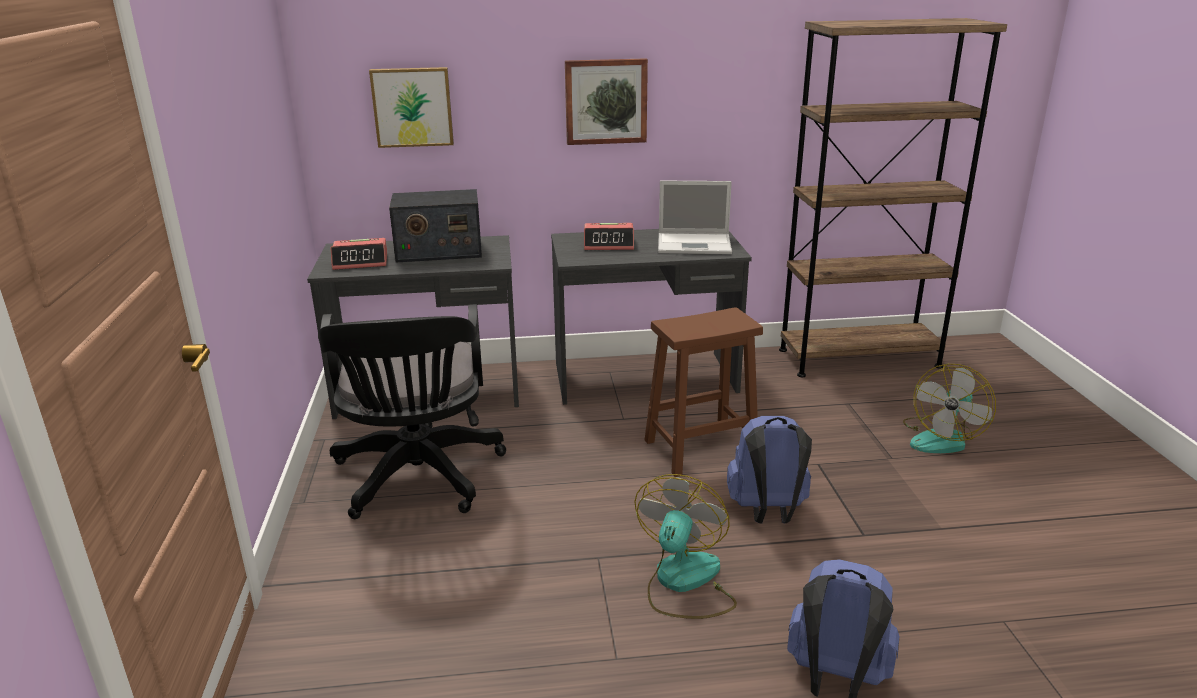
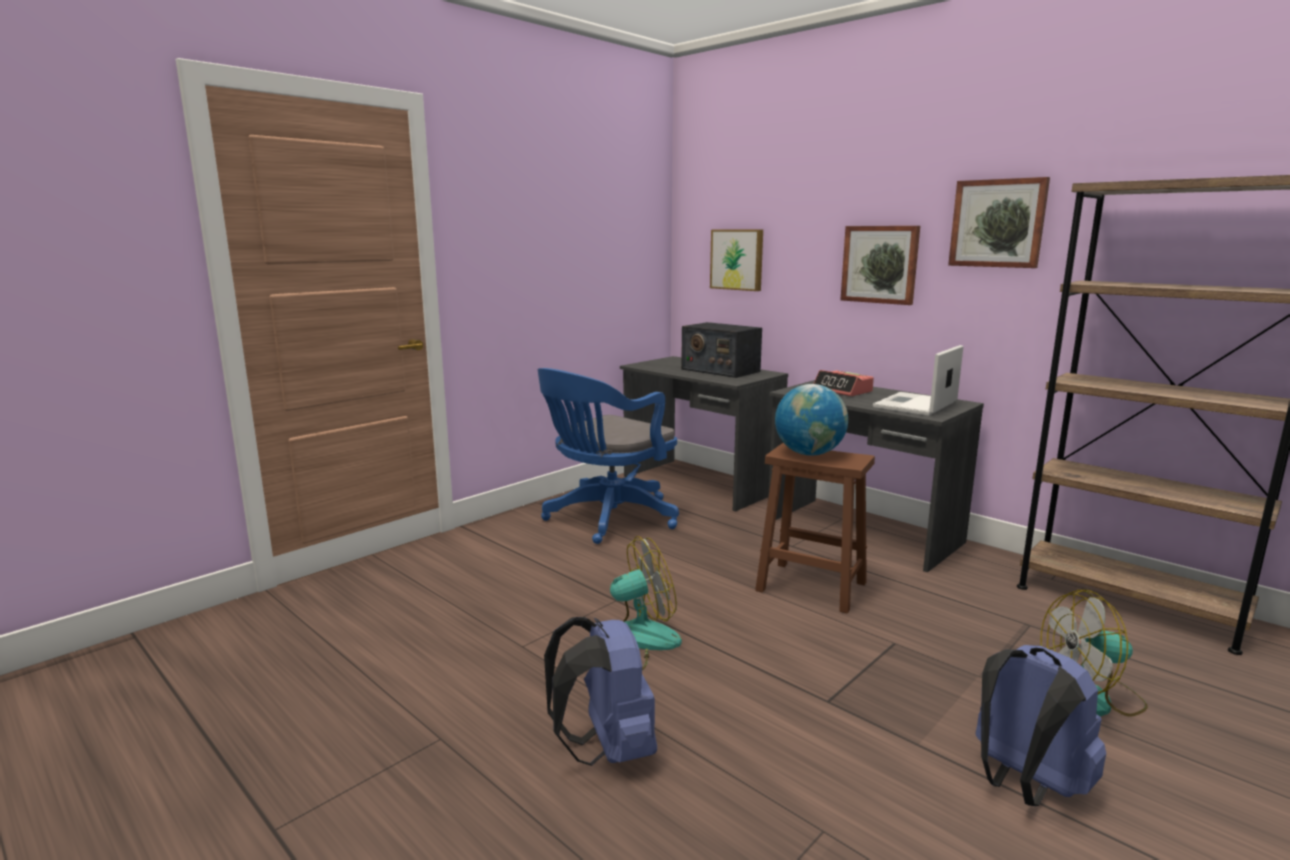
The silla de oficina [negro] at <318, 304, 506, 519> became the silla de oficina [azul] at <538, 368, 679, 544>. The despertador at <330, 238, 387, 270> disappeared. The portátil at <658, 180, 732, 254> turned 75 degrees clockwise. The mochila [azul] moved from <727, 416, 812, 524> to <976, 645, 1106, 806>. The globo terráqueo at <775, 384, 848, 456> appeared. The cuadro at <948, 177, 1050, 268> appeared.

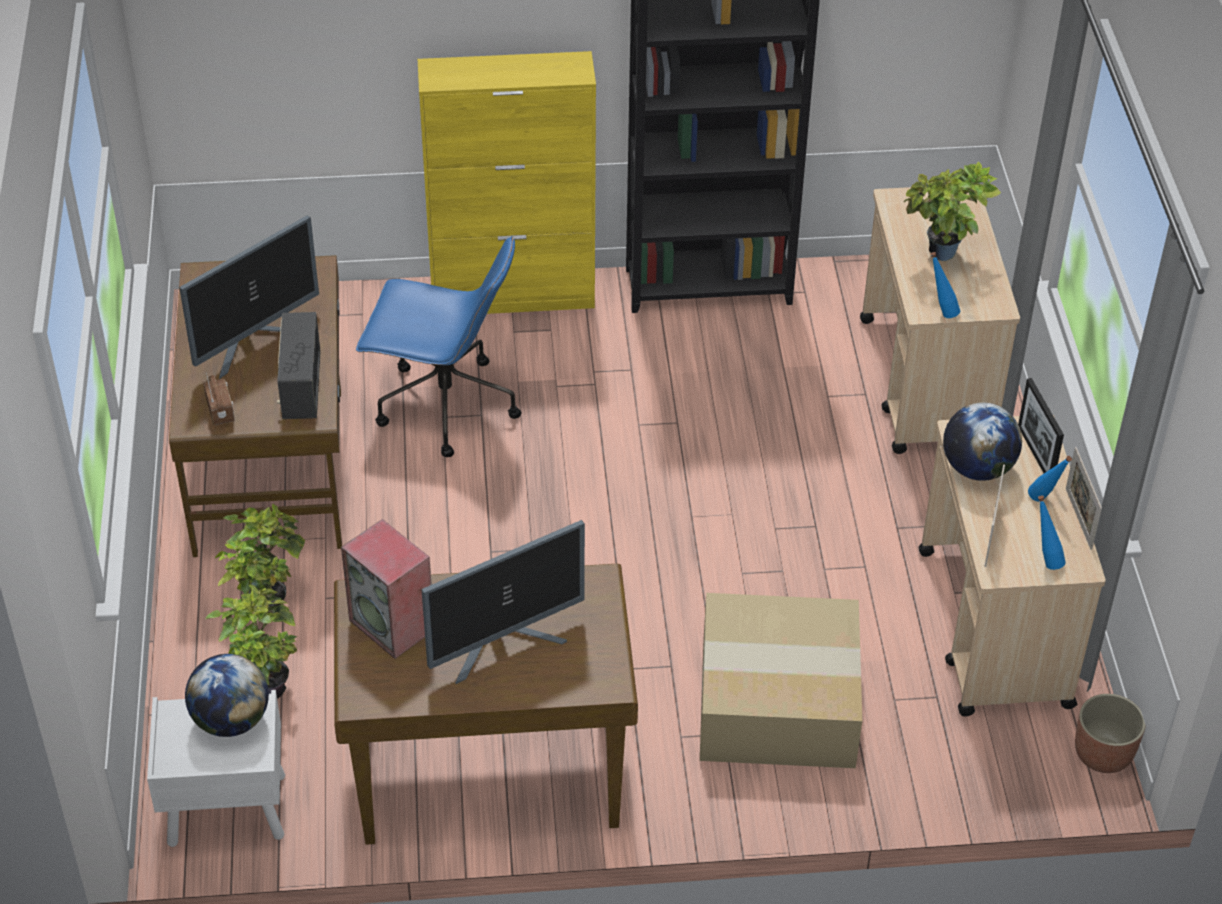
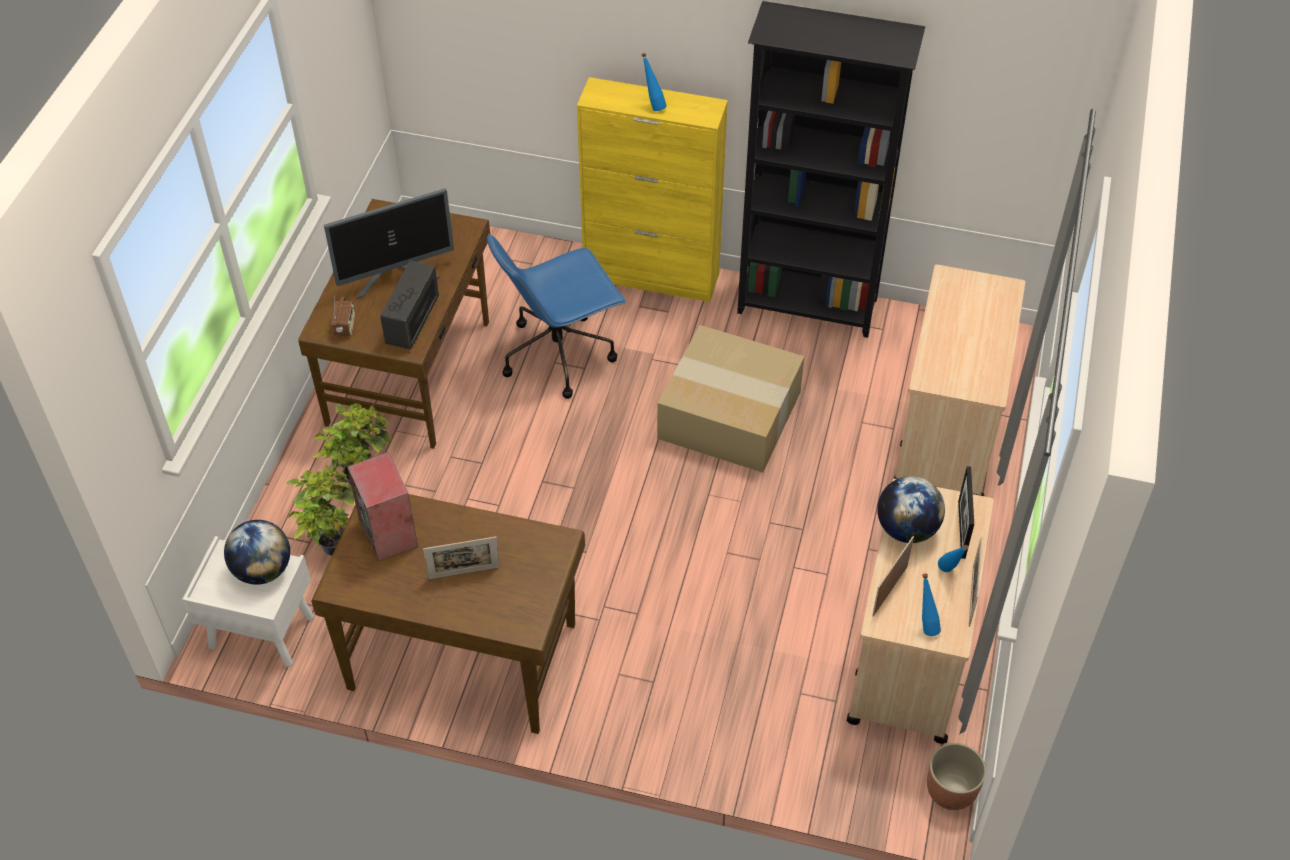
The silla de oficina [azul] at <356, 236, 522, 457> turned 120 degrees clockwise. The monitor at <422, 520, 585, 684> was replaced by the portarretratos at <423, 537, 500, 579>. The caja de cartón moved from <700, 593, 862, 768> to <657, 325, 805, 473>. The planta en maceta at <903, 162, 1001, 261> disappeared. The botella [azul] moved from <931, 252, 960, 318> to <642, 53, 667, 111>.

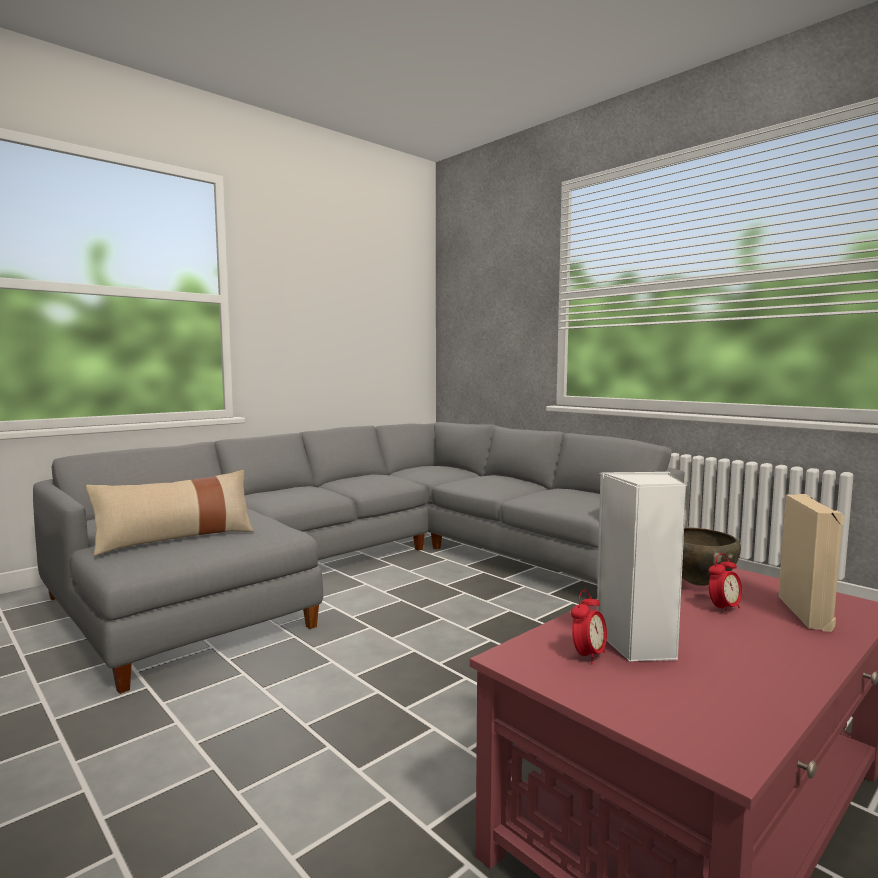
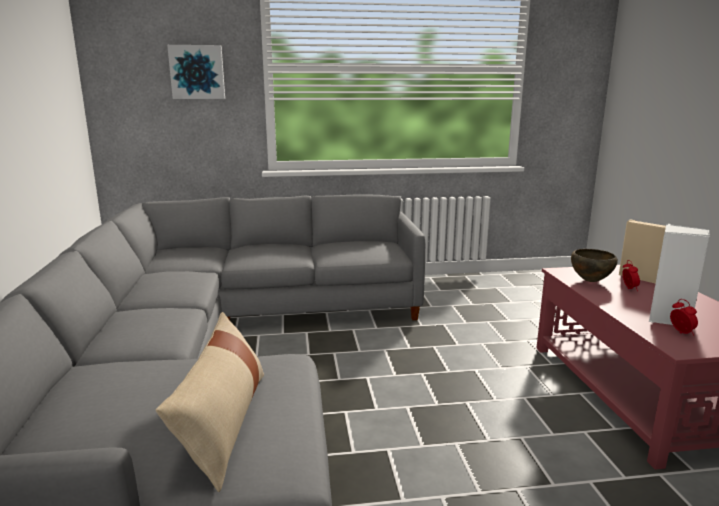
The cuadro at <167, 45, 225, 99> appeared.

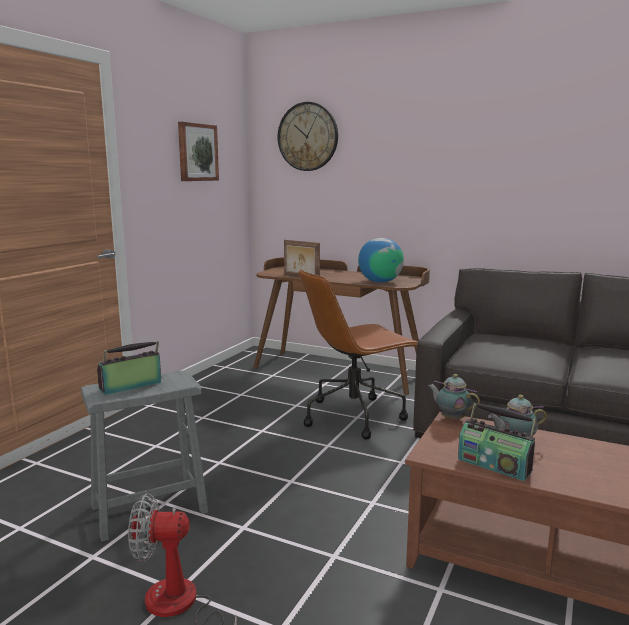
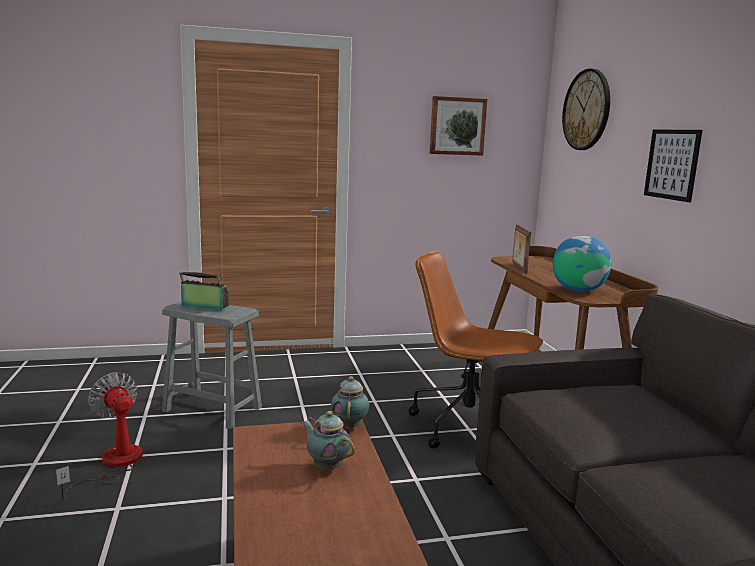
The radio at <458, 403, 536, 481> disappeared. The cuadro at <644, 130, 703, 202> appeared.

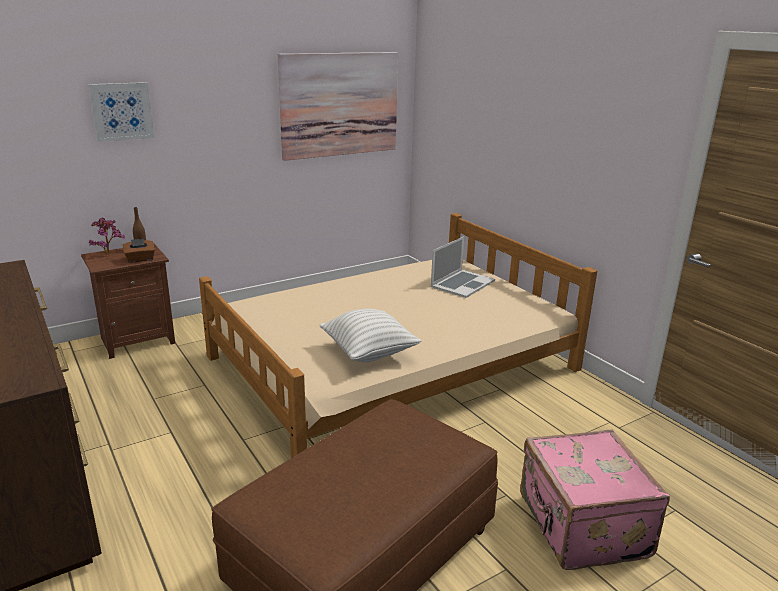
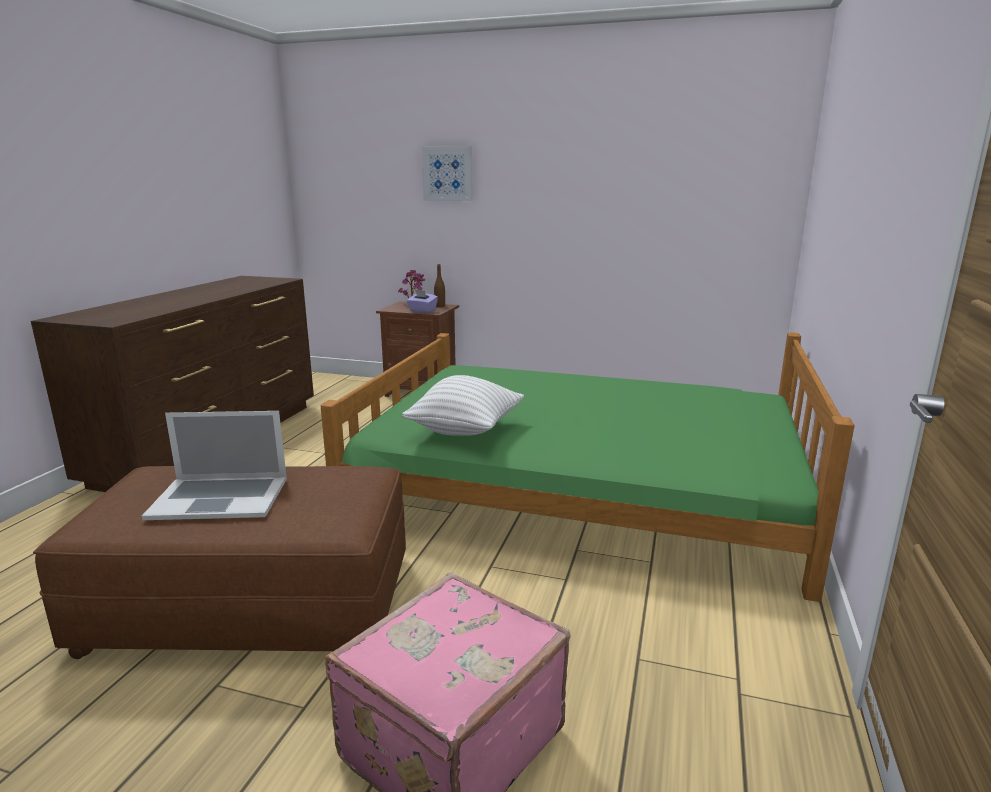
The caja de pañuelos [marrón] at <123, 239, 155, 263> became the caja de pañuelos [morado] at <406, 290, 438, 313>. The cama [beis] at <199, 213, 597, 458> became the cama [verde] at <321, 332, 855, 602>. The cuadro at <278, 52, 398, 161> disappeared. The portátil moved from <431, 236, 495, 298> to <142, 411, 287, 520>.

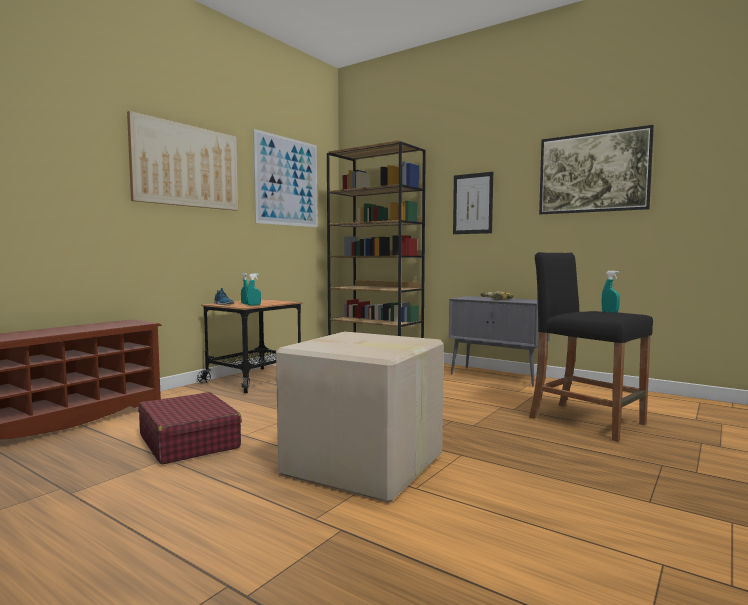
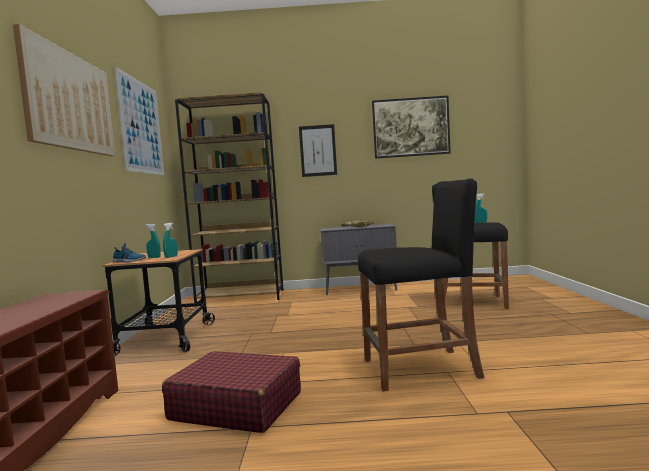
The caja de cartón at <276, 331, 444, 503> was replaced by the taburete [negro] at <358, 179, 484, 391>.

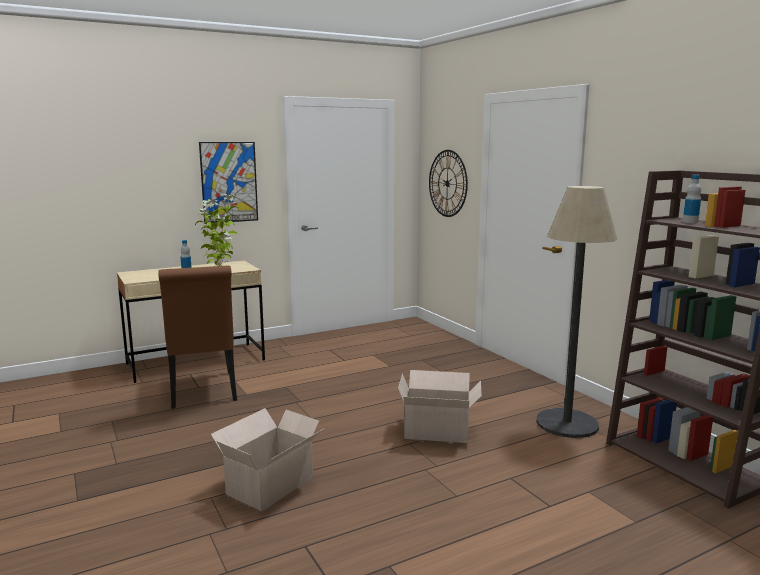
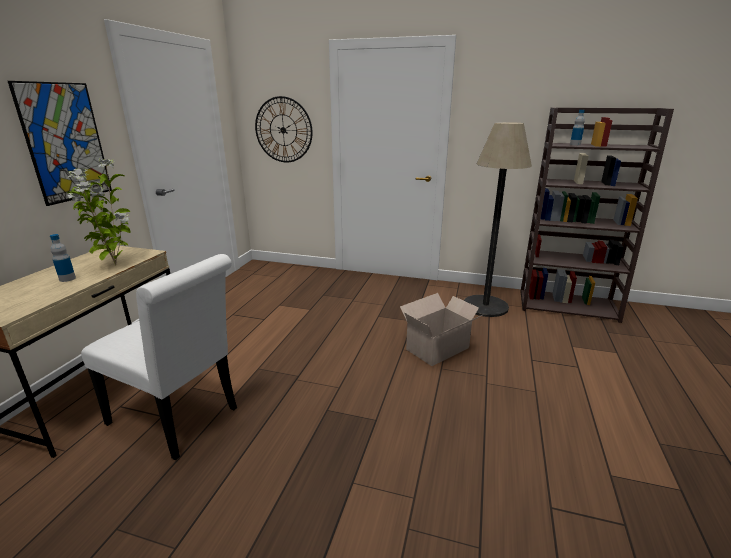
The silla [marrón] at <159, 266, 237, 409> became the silla [blanco] at <81, 254, 237, 460>. The caja de cartón at <211, 408, 324, 511> disappeared.

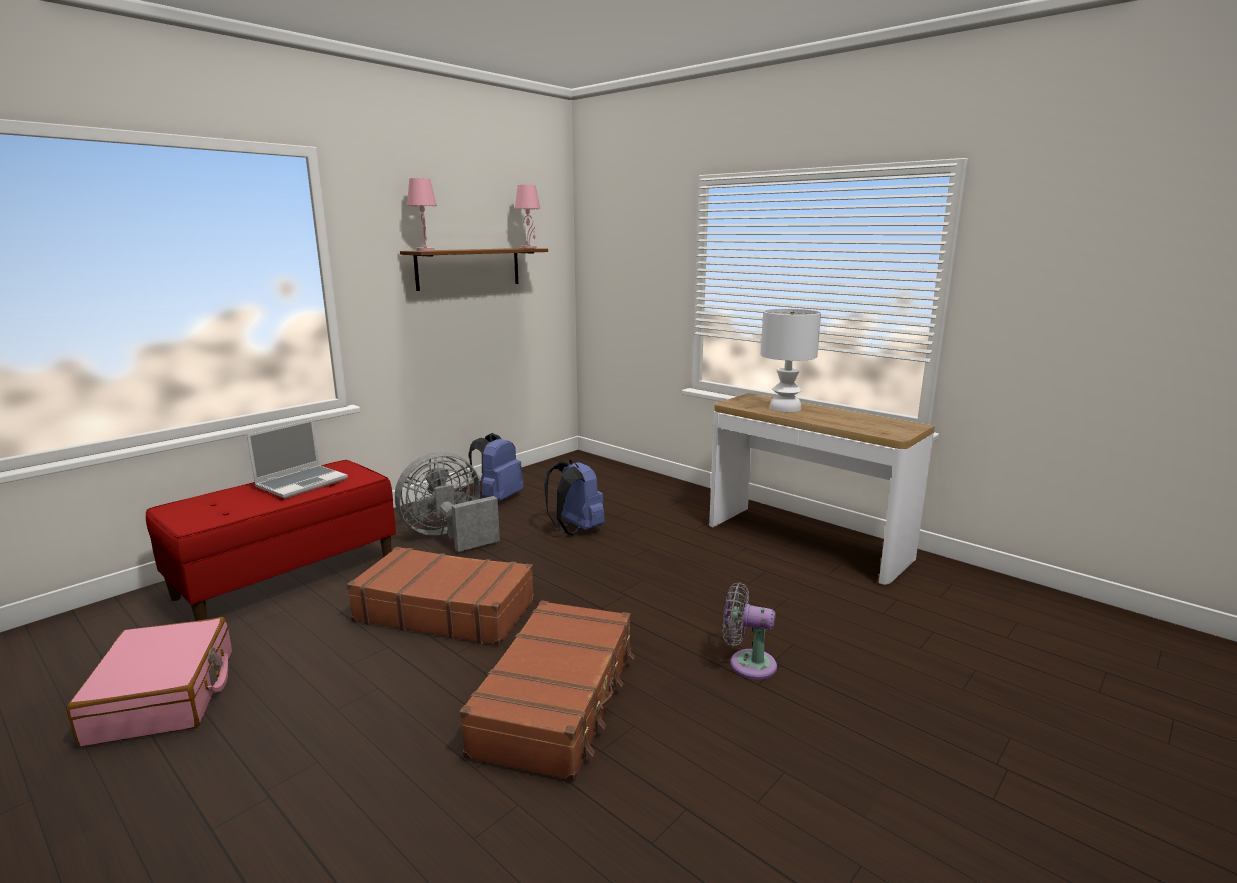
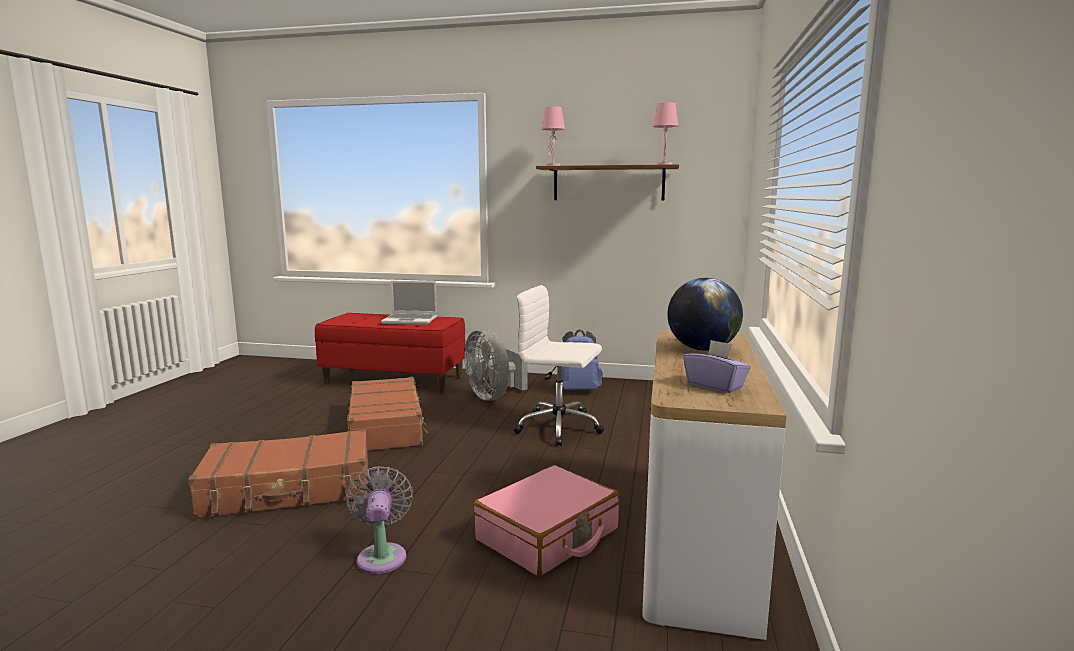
The maleta [rosa] moved from <67, 617, 232, 747> to <473, 465, 620, 577>. The ventilador [gris] at <395, 452, 500, 552> turned 150 degrees counterclockwise. The mochila [azul] at <544, 460, 605, 536> was replaced by the silla de oficina [blanco] at <513, 285, 604, 446>. The lámpara de mesa [blanco] at <761, 309, 821, 412> was replaced by the globo terráqueo at <667, 278, 743, 351>. The caja de pañuelos [morado] at <683, 340, 751, 393> appeared.

